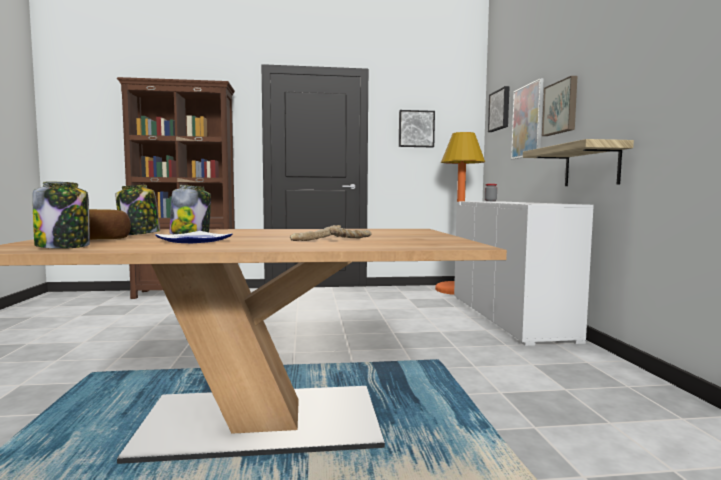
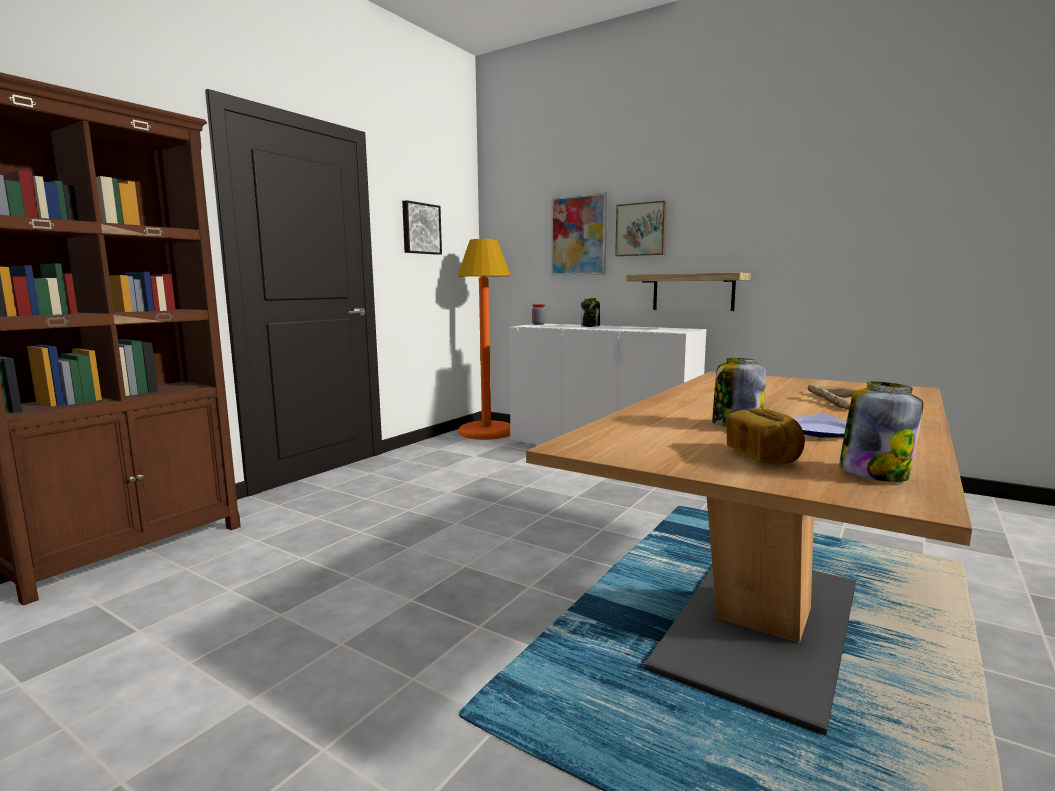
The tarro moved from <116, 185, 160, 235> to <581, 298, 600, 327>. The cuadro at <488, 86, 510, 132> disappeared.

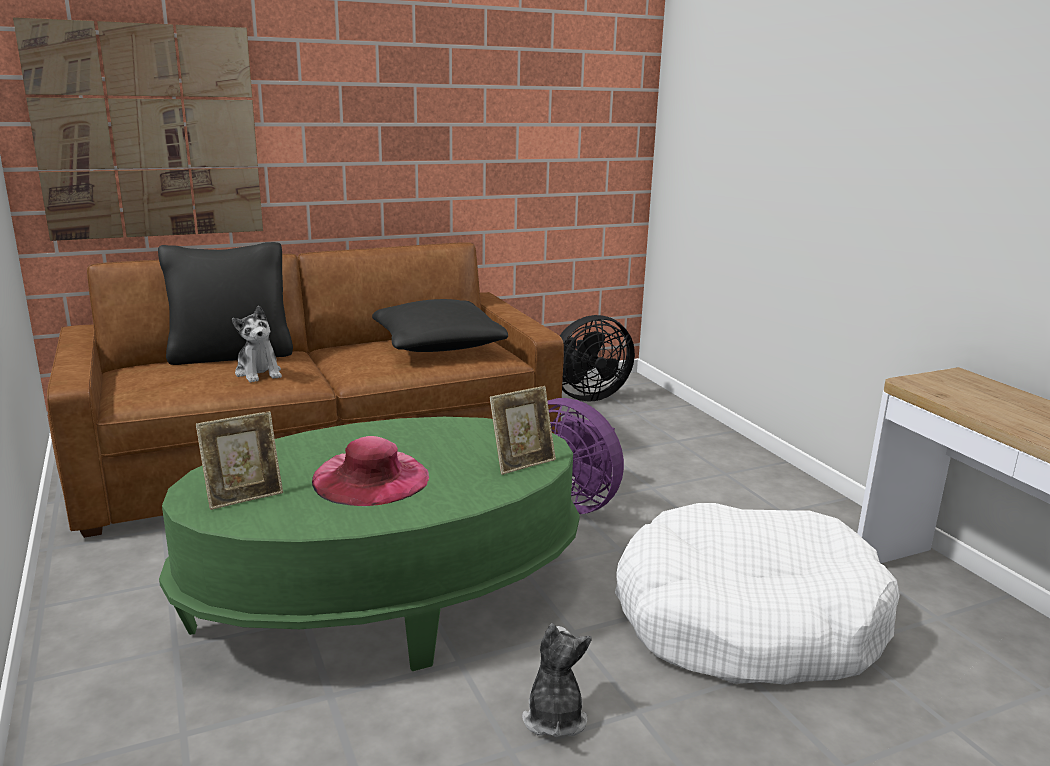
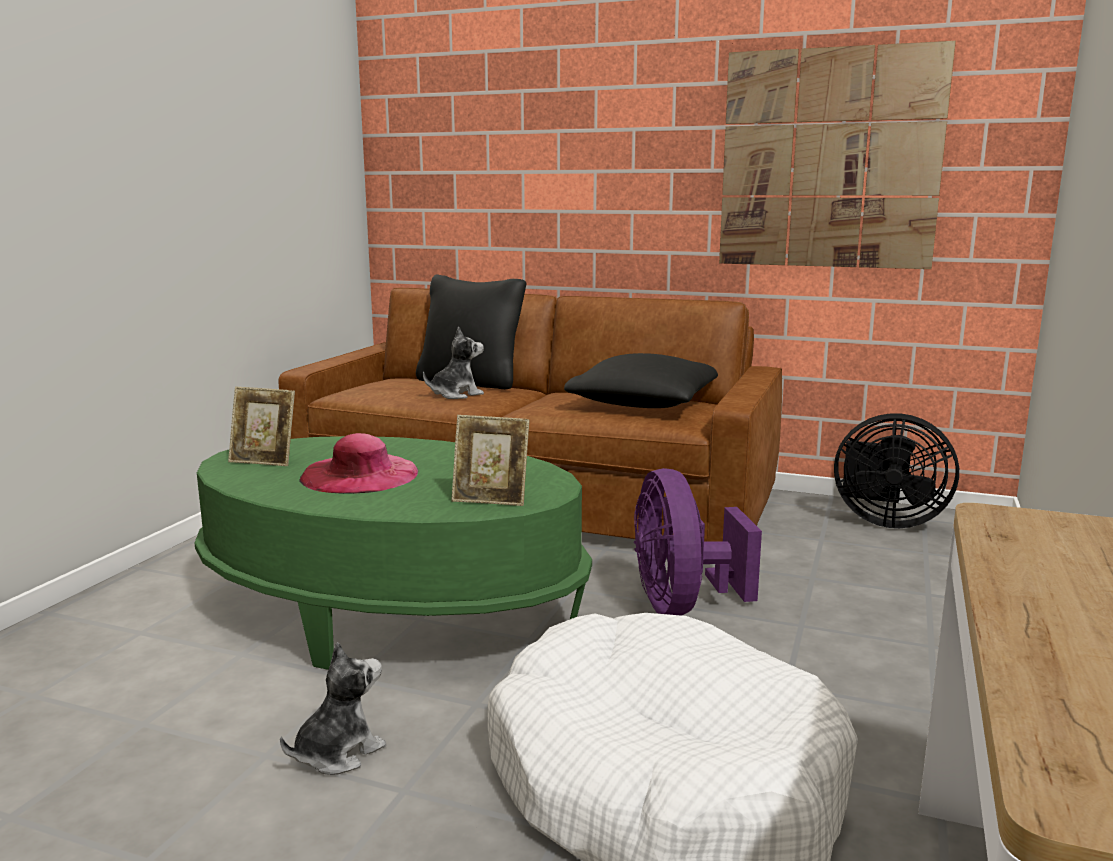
The cuadro moved from <13, 17, 263, 241> to <719, 41, 956, 269>. The peluche at <232, 306, 282, 383> turned 135 degrees counterclockwise.

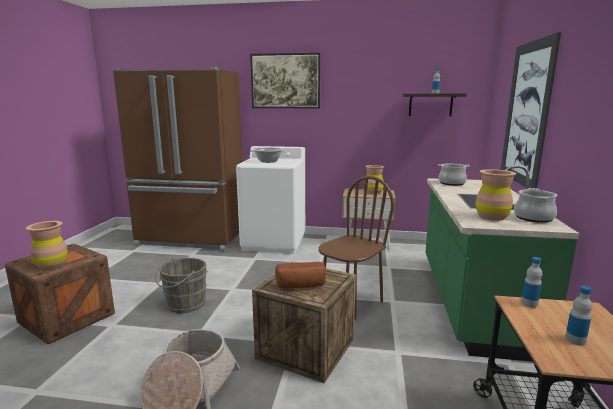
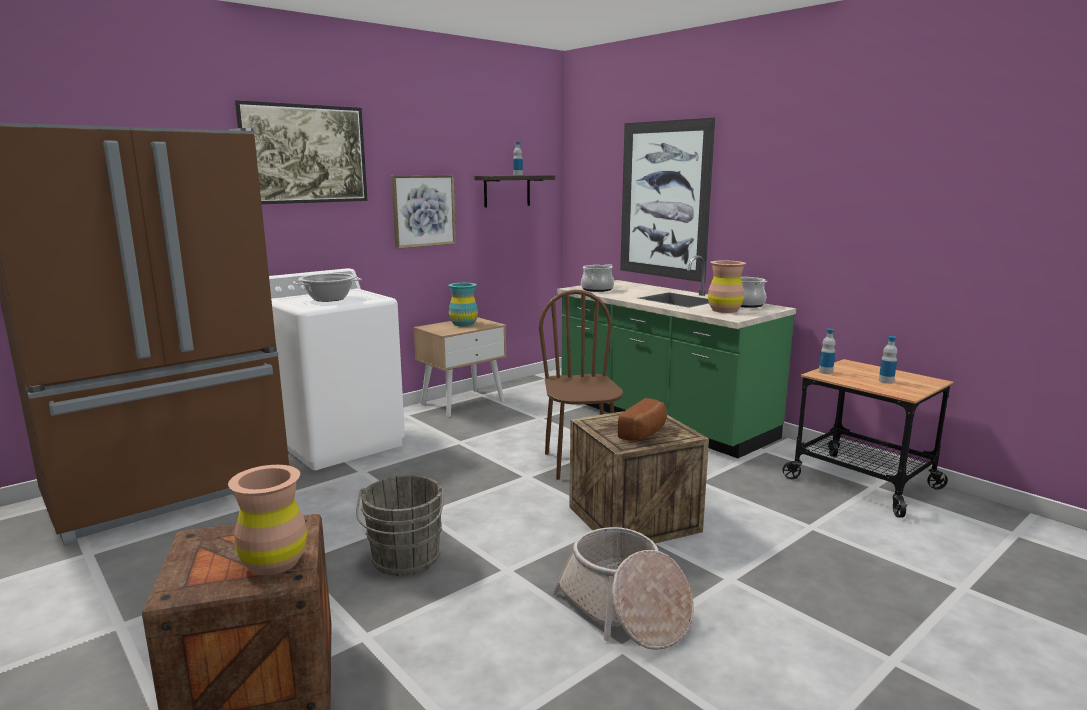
The florero [marrón] at <364, 165, 384, 194> became the florero [turquesa] at <448, 283, 478, 326>. The cuadro at <391, 175, 456, 249> appeared.

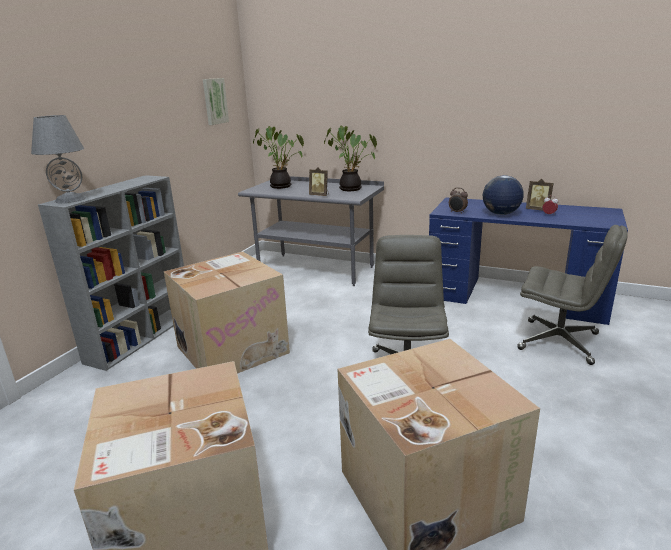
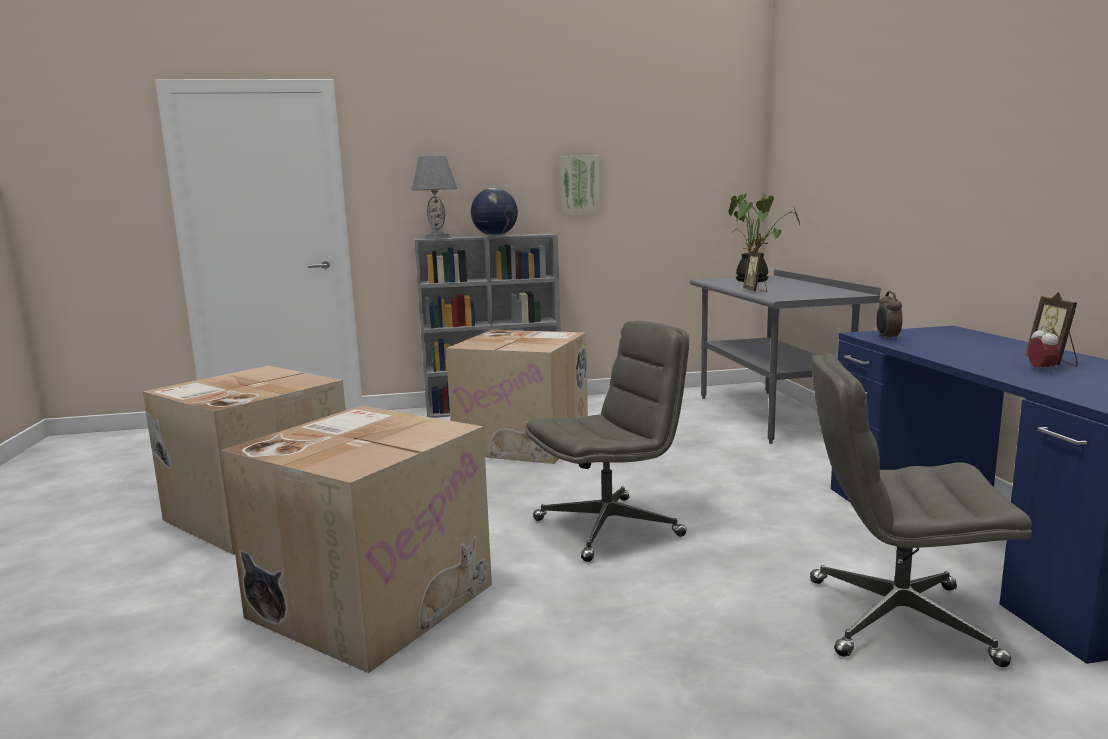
The cuadro moved from <203, 78, 229, 125> to <560, 155, 600, 216>. The planta en maceta at <324, 125, 377, 191> disappeared. The globo terráqueo moved from <483, 175, 524, 215> to <471, 188, 518, 236>. The silla de oficina [gris] at <517, 225, 628, 365> turned 105 degrees clockwise.

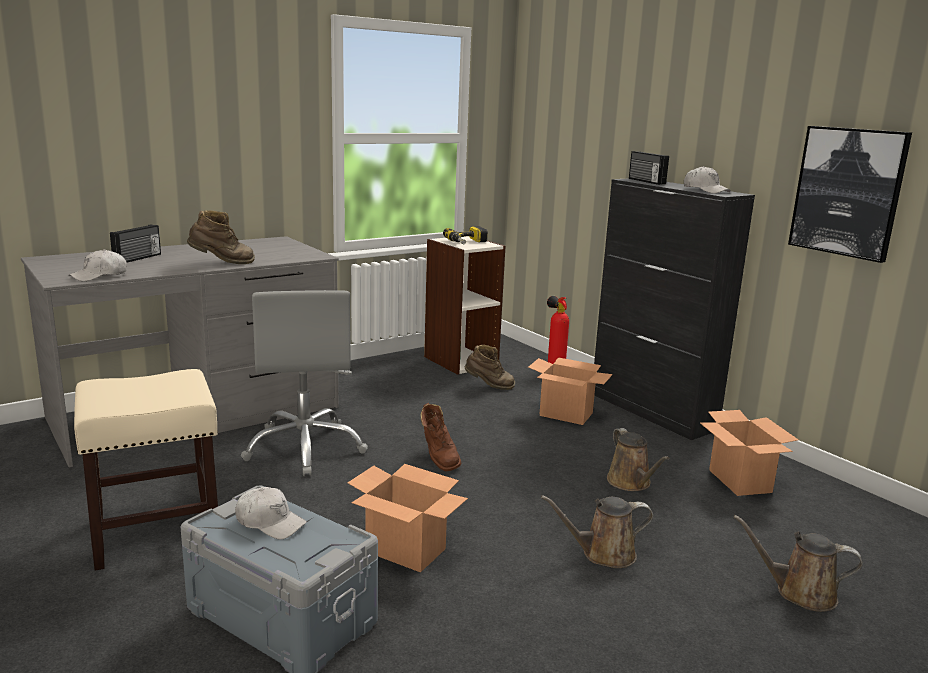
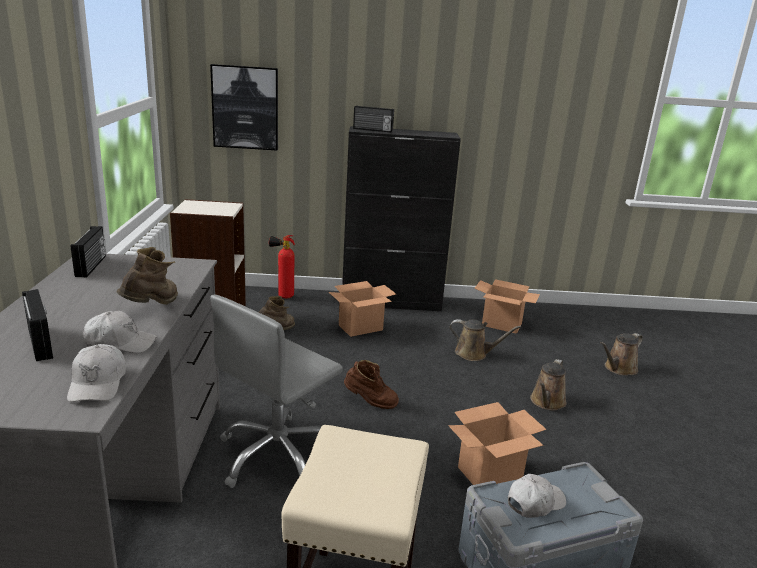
The silla de oficina [gris] at <241, 290, 368, 476> turned 105 degrees clockwise. The taladro at <443, 226, 488, 244> disappeared. The gorra [blanco] moved from <684, 166, 731, 194> to <83, 311, 157, 353>. The cuadro moved from <788, 126, 912, 263> to <210, 64, 278, 150>. The radio at <71, 226, 106, 277> appeared.

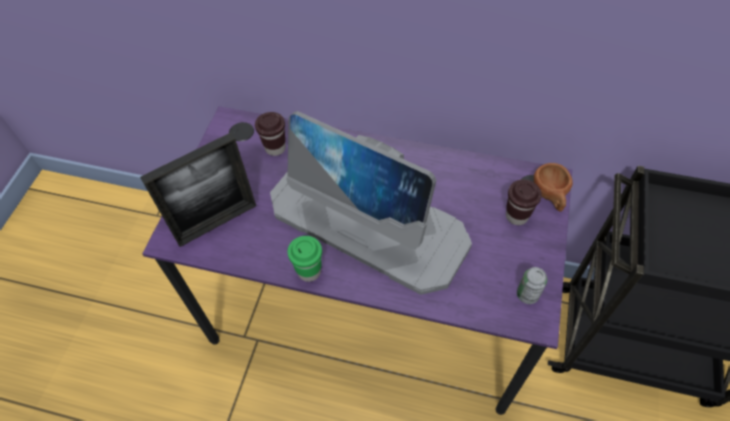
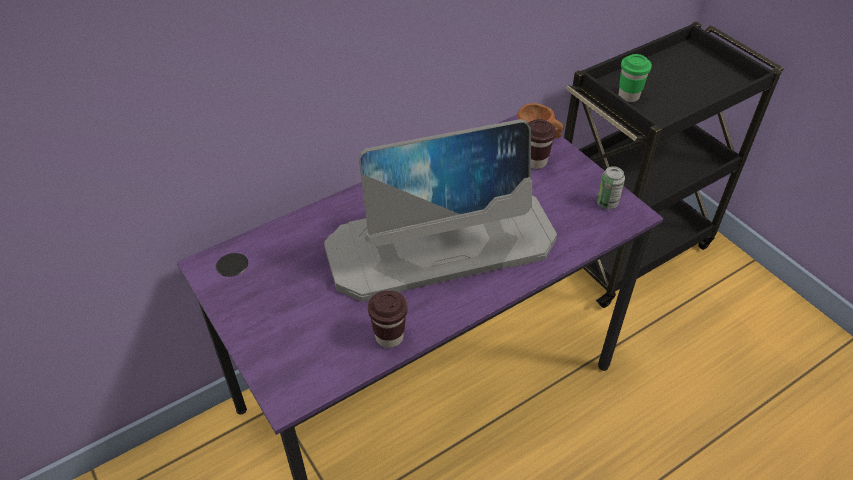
The portarretratos at <140, 133, 256, 247> disappeared. The taza [marrón] moved from <255, 112, 286, 156> to <368, 290, 408, 348>. The taza [verde] moved from <287, 236, 322, 282> to <619, 54, 652, 102>.

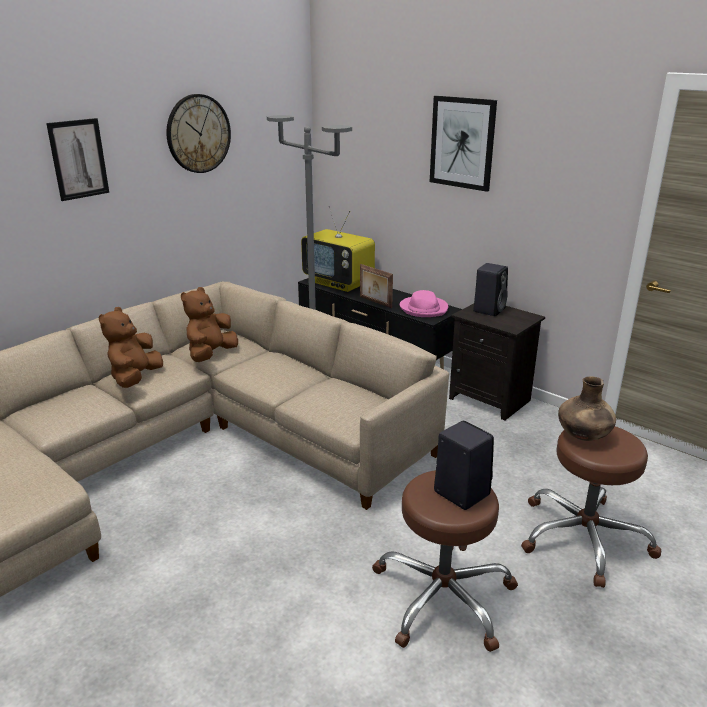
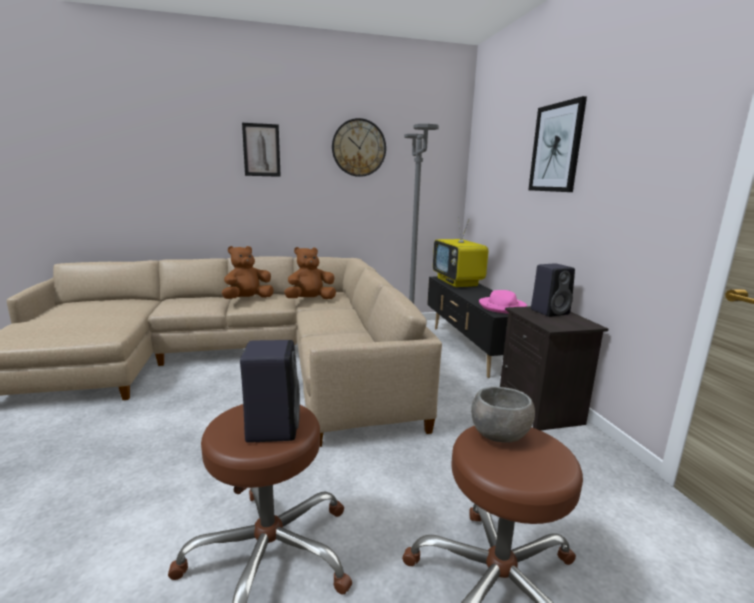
The portarretratos at <360, 264, 393, 308> disappeared. The florero [marrón] at <558, 376, 616, 441> was replaced by the cuenco [gris] at <471, 386, 535, 443>.

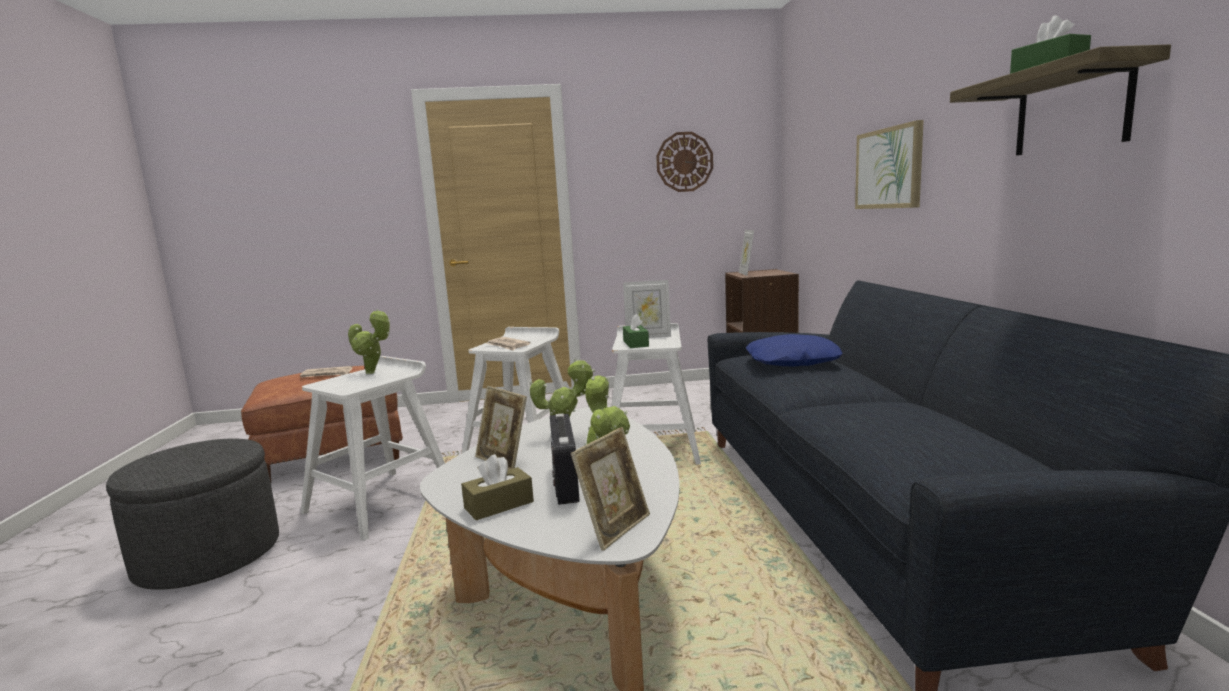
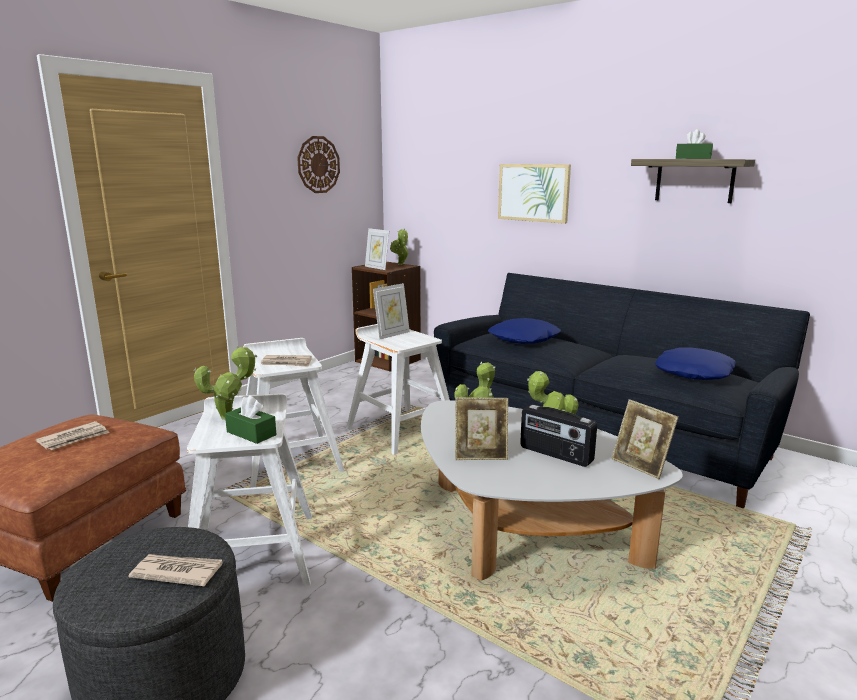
The caja de pañuelos [marrón] at <461, 454, 534, 520> disappeared. The portarretratos at <571, 427, 650, 551> turned 150 degrees clockwise. The caja de pañuelos [verde] moved from <623, 314, 649, 348> to <225, 396, 276, 444>. The periódico at <128, 554, 223, 586> appeared. The planta en maceta at <390, 228, 409, 265> appeared. The cojín [azul] at <655, 347, 736, 380> appeared.

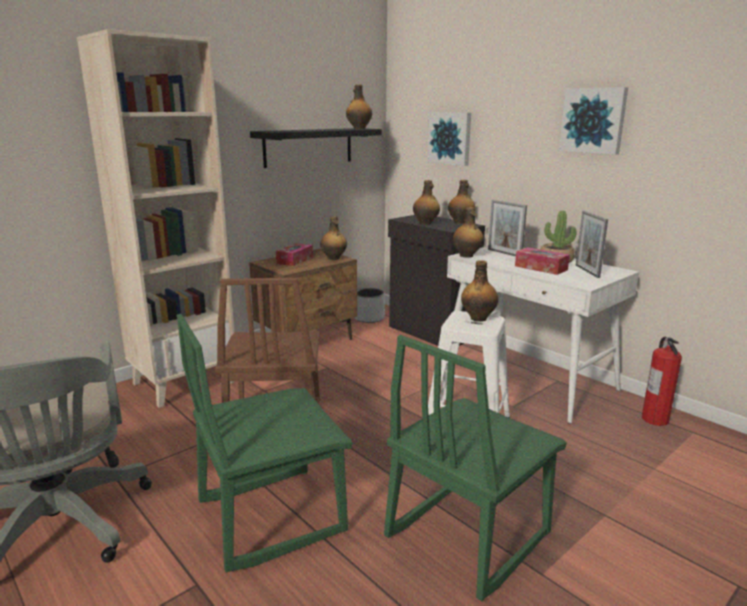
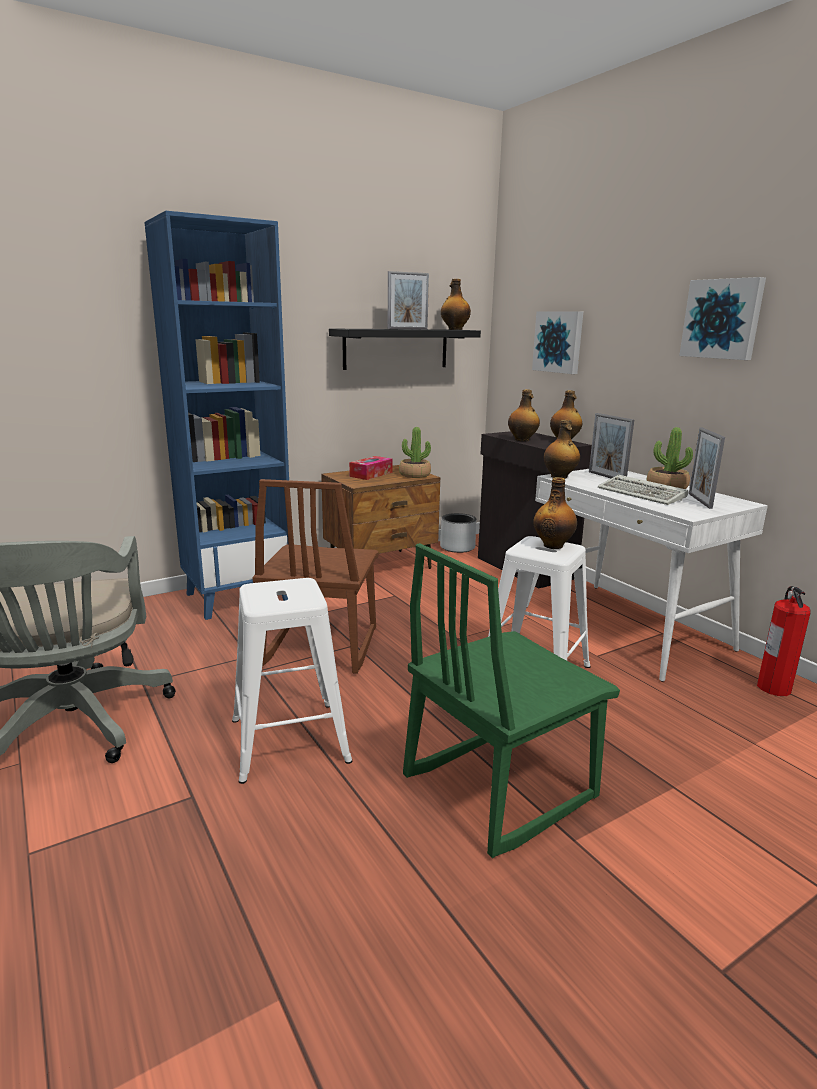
The estantería [beis] at <77, 29, 235, 408> became the estantería [azul] at <144, 211, 289, 620>. The silla [verde] at <176, 314, 353, 573> was replaced by the taburete [blanco] at <232, 578, 352, 784>. The botella at <321, 216, 347, 260> was replaced by the planta en maceta at <399, 427, 431, 478>. The caja de pañuelos at <515, 247, 570, 275> was replaced by the teclado at <598, 475, 688, 505>. The portarretratos at <388, 271, 429, 330> appeared.

